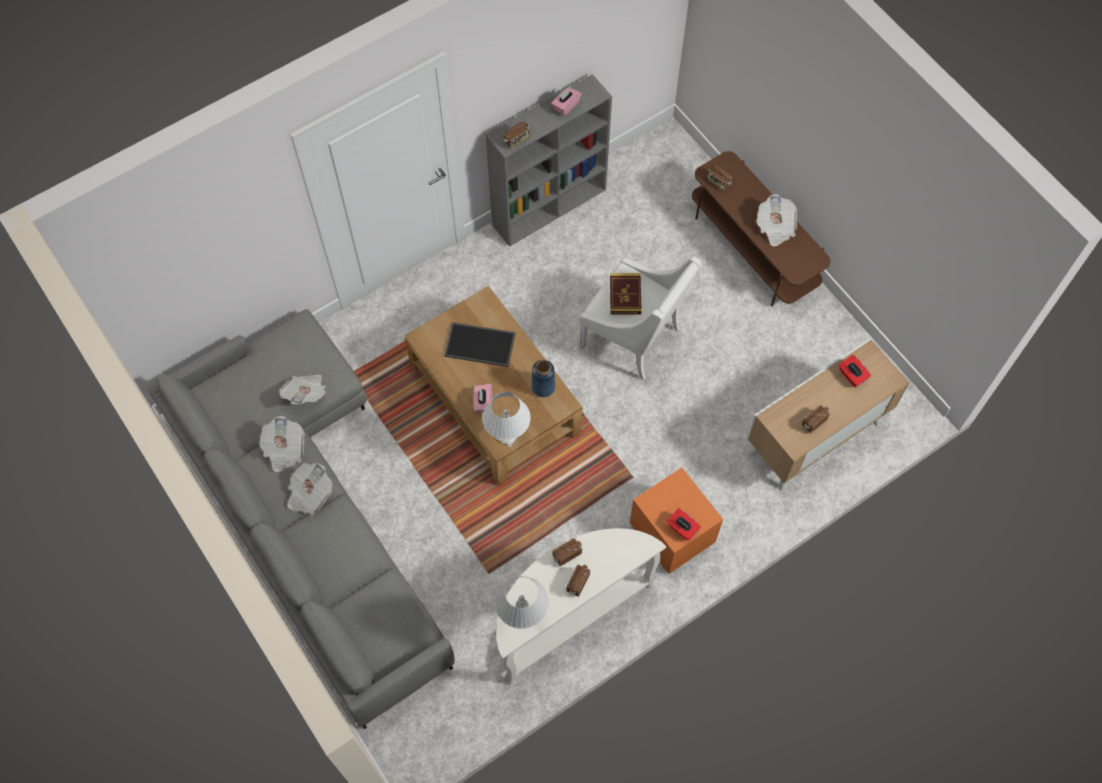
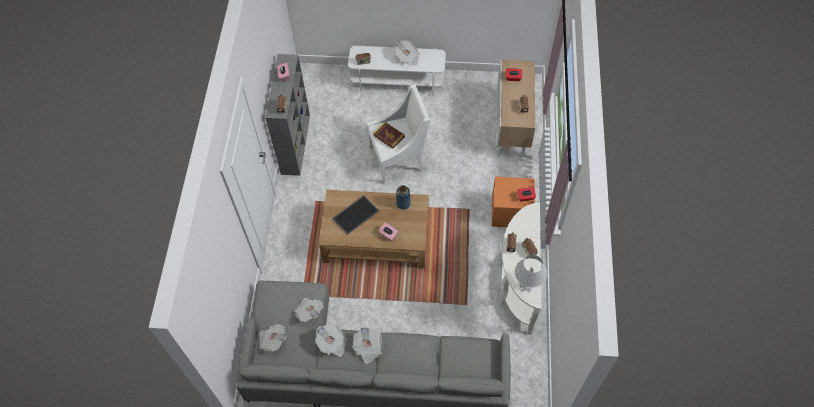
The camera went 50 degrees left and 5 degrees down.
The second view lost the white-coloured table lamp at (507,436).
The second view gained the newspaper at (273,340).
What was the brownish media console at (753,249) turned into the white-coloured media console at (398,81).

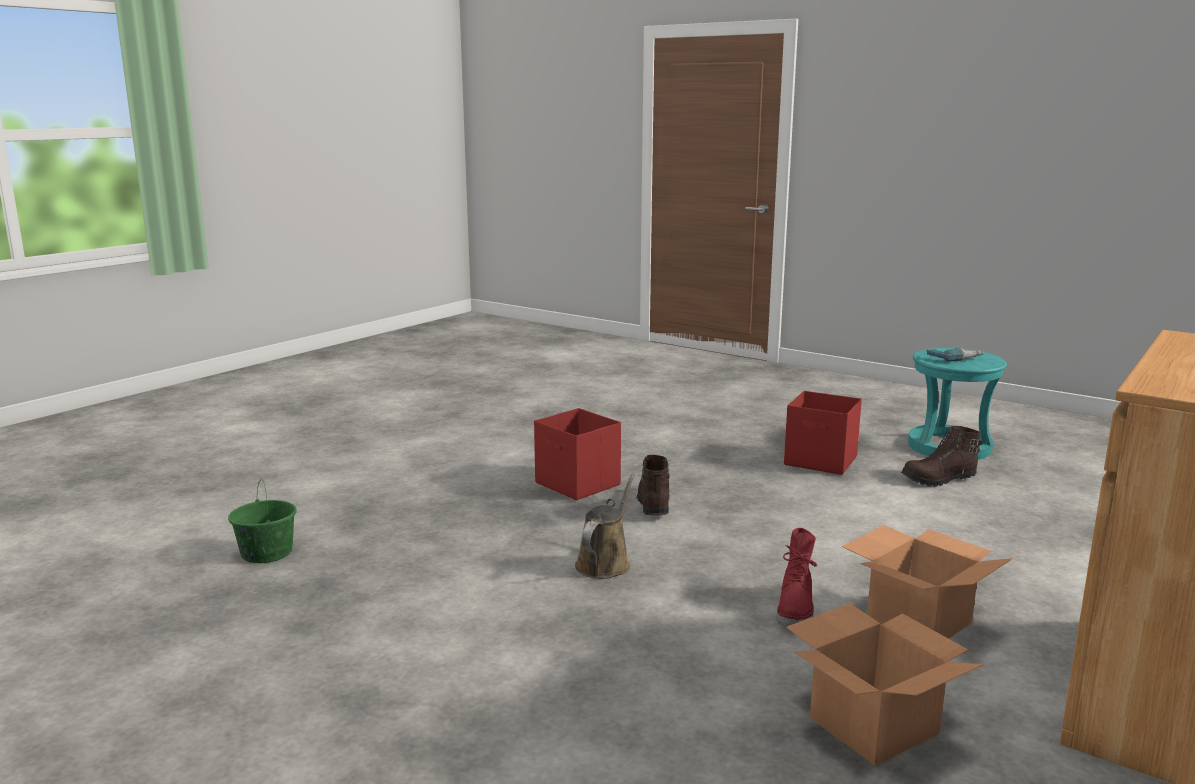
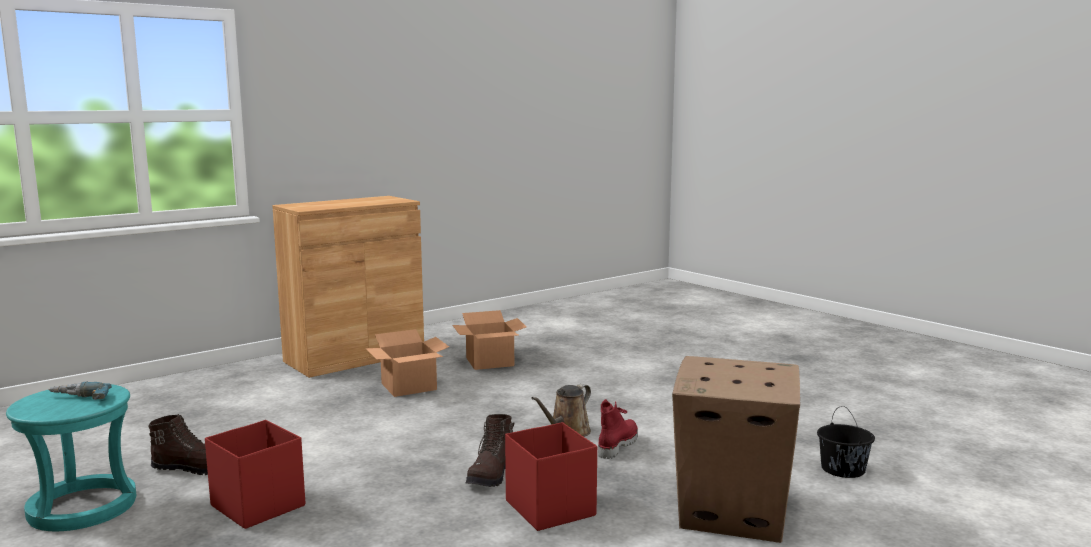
The camera went 165 degrees left and 5 degrees down.
The second view gained the packing box at (729,512).
The reddish boot ended up elsewhere, having gone from (796,610) to (616,445).
What was the green-coloured water bucket at (267,552) turned into the blackish water bucket at (843,469).

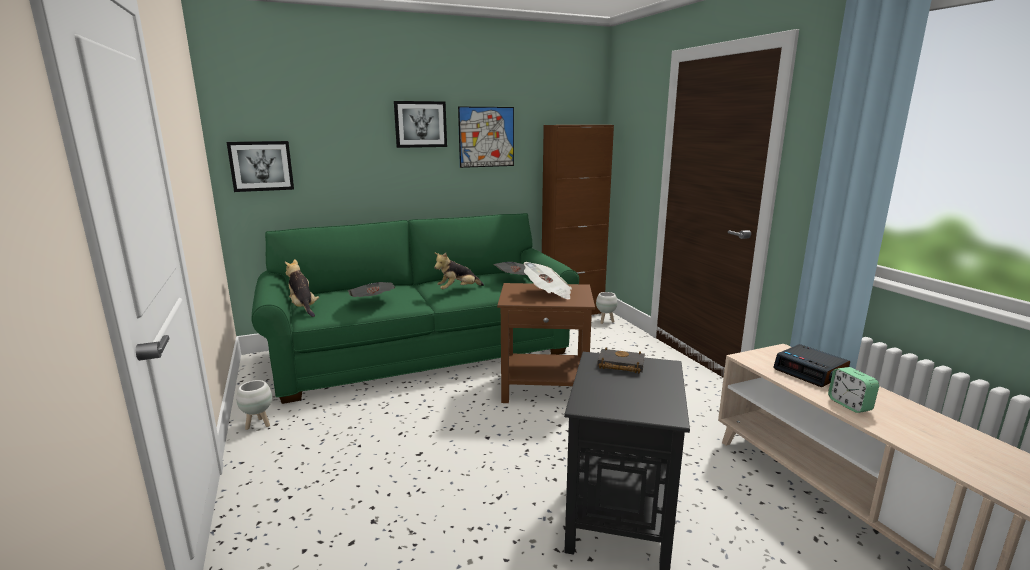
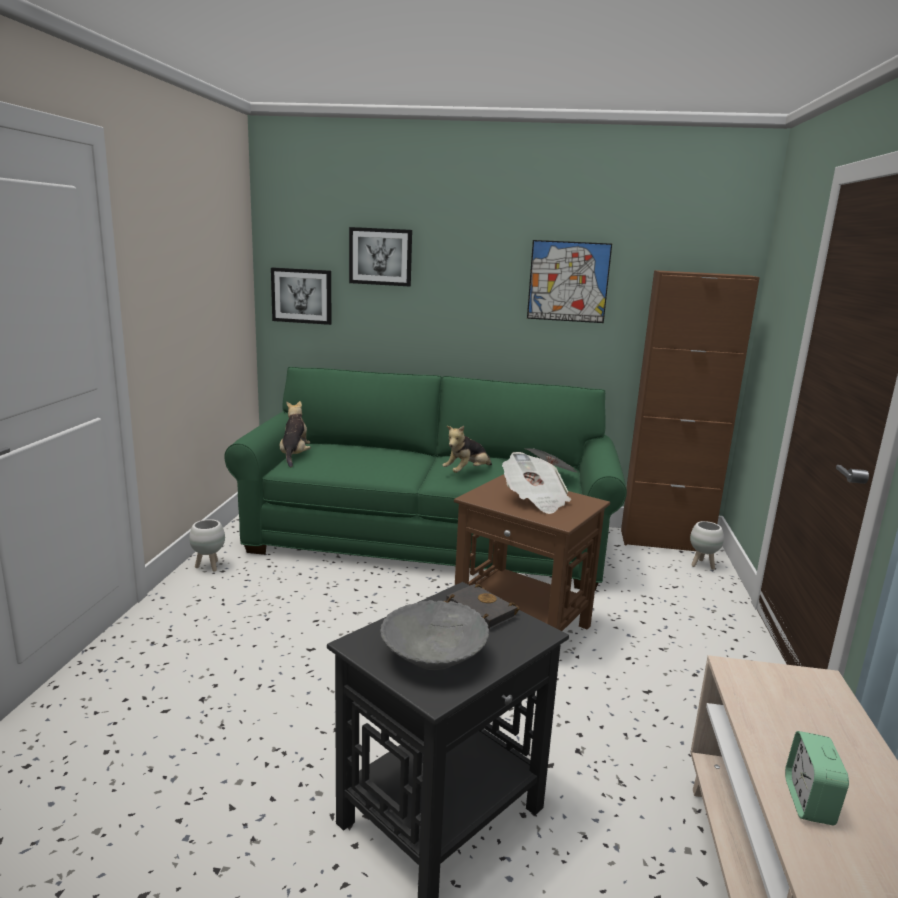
The camera went 30 degrees right and 0 degrees up.
The second view lost the newspaper at (372,302).
The second view lost the alarm clock at (811,372).
The second view gained the grey serving bowl at (434,656).
The picture ended up elsewhere, having gone from (420,124) to (380,256).
The soft toy at (458,290) ended up facing another way, 45 degrees counterclockwise from before.

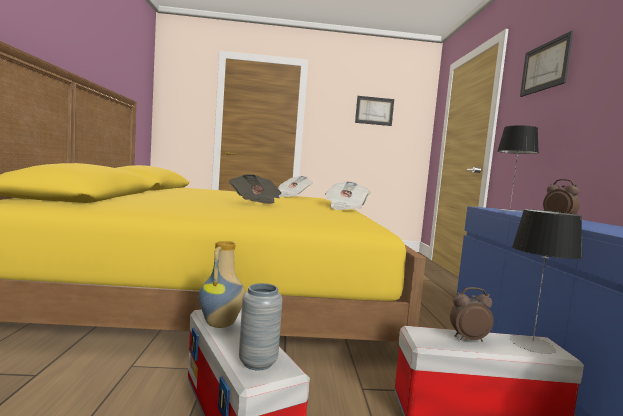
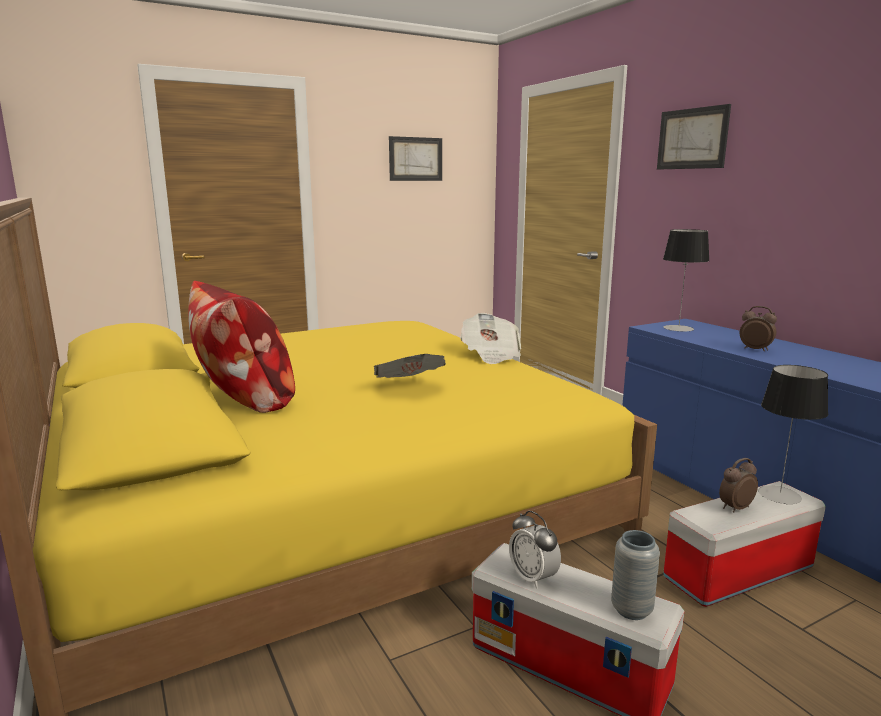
The camera went 25 degrees left and 10 degrees up.
The second view lost the newspaper at (291,197).
The second view gained the cushion at (244,399).
Where the flower vase stood at (221,324), the alarm clock came to stand at (533,578).

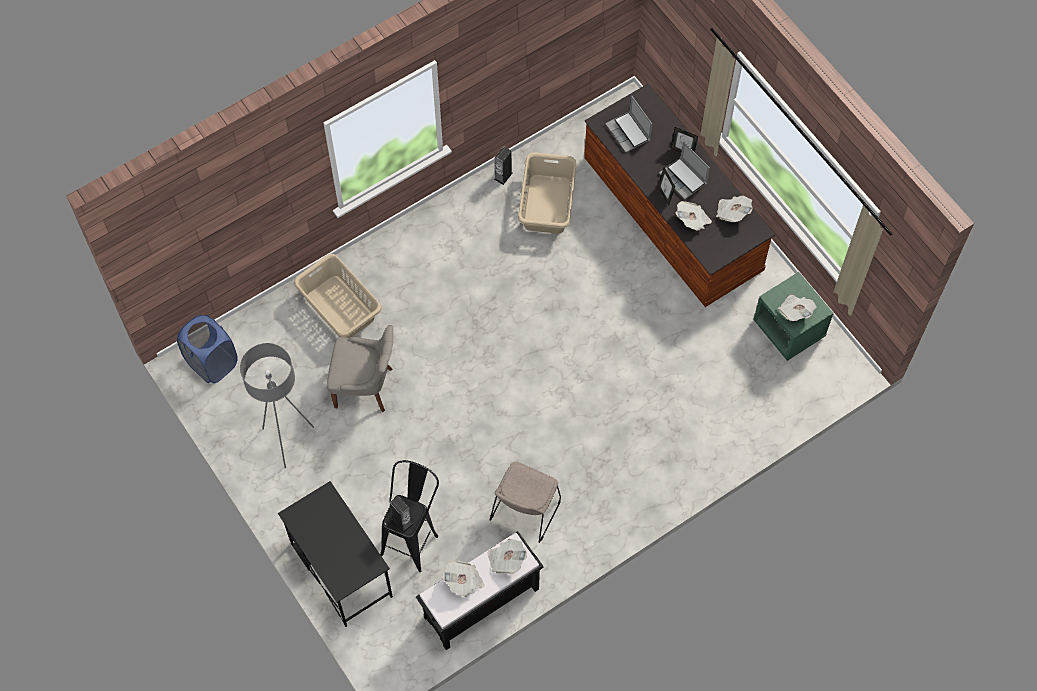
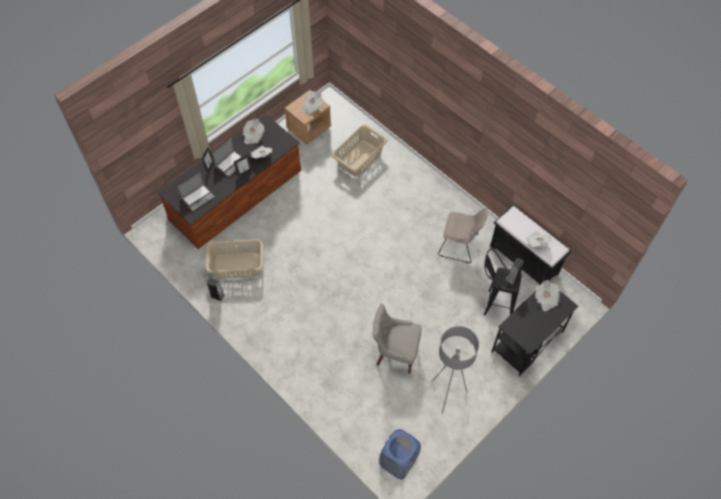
The camera went 100 degrees left and 5 degrees down.
The sand-coloured laundry basket ended up elsewhere, having gone from (340,307) to (359,158).
The newspaper ended up elsewhere, having gone from (506,560) to (546,299).
What was the green-coloured nightstand at (789,329) turned into the brownish nightstand at (309,128).
The grey plain chair at (365,387) ended up facing another way, 75 degrees counterclockwise from before.

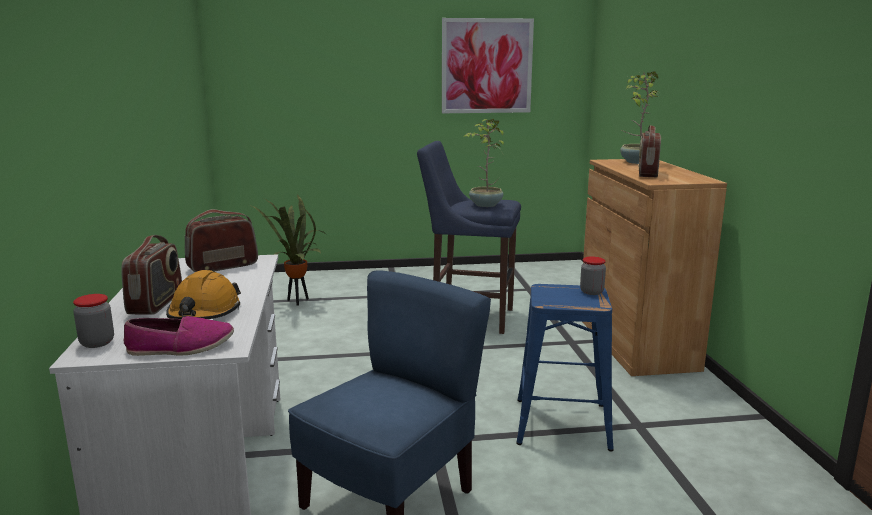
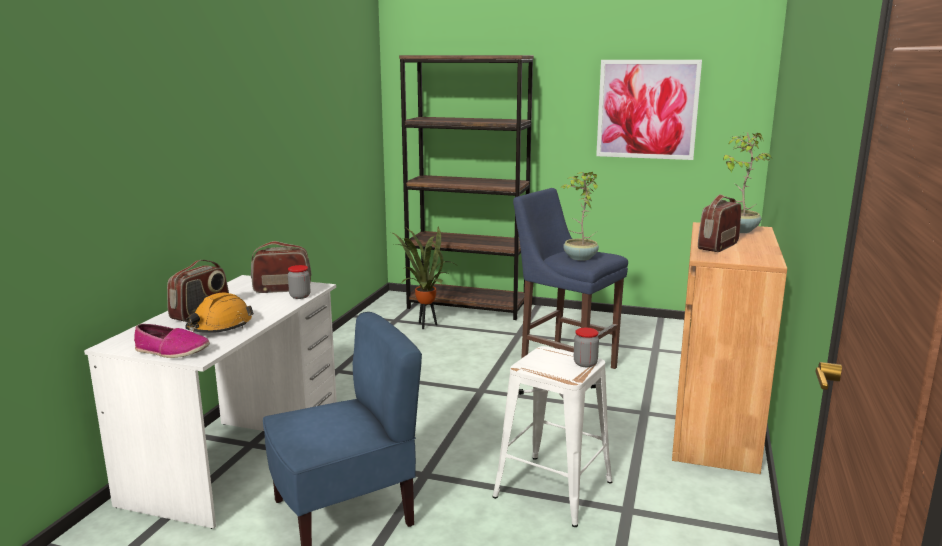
The camera went 25 degrees right and 0 degrees up.
The second view gained the brownish shelving unit at (467,306).
The jar ended up elsewhere, having gone from (97,343) to (300,296).
What was the blue stool seat at (562,422) turned into the white-coloured stool seat at (554,488).

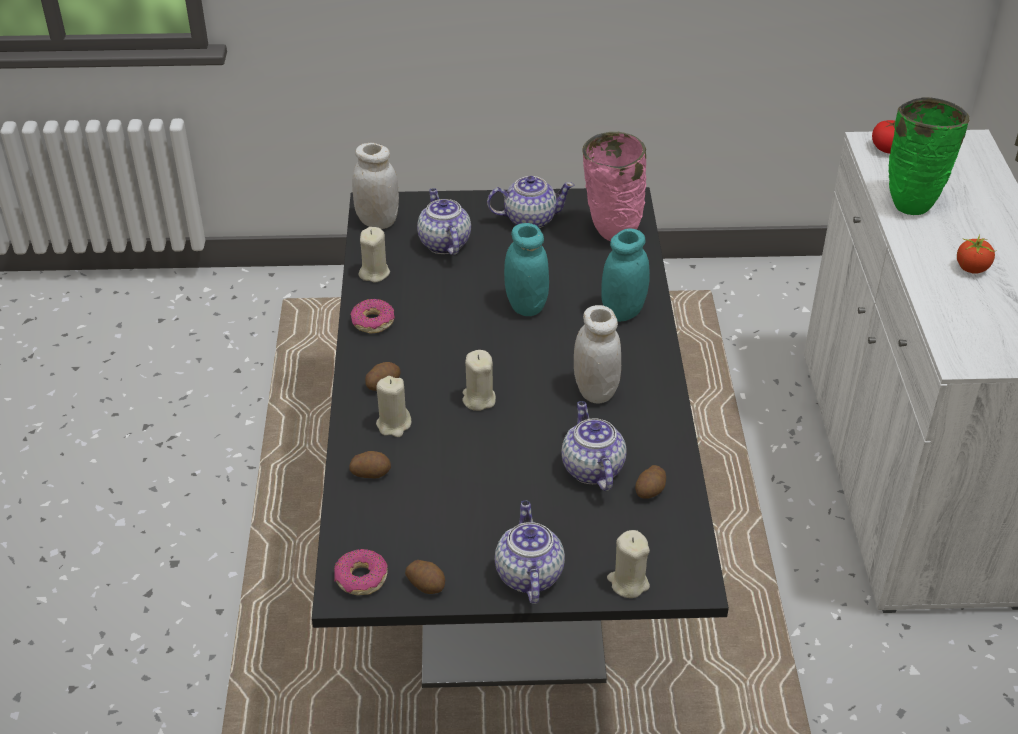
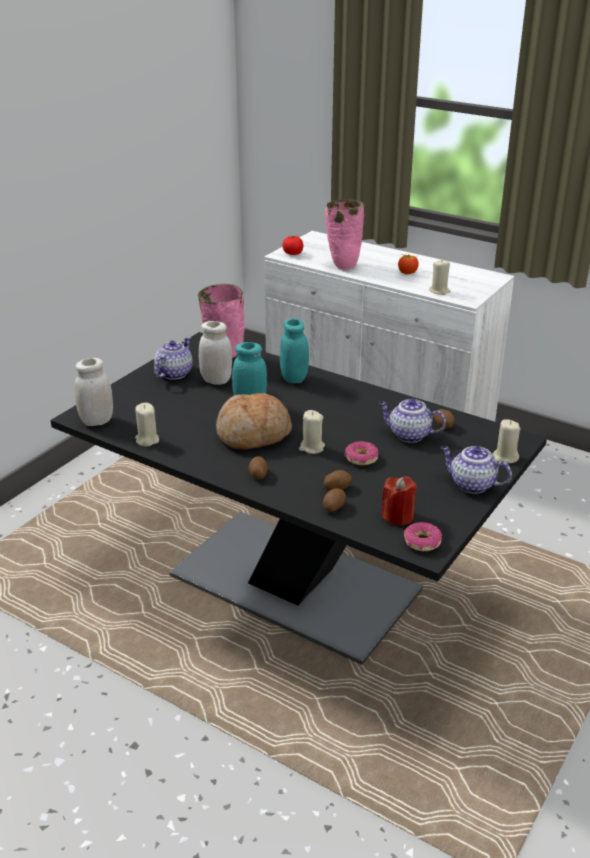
The camera went 55 degrees left and 10 degrees down.
The second view lost the teapot at (443,243).
The second view gained the bakery bread at (253,434).
The second view gained the reddish candle at (398,516).
The donut ended up elsewhere, having gone from (372,322) to (361,458).
The sand-coloured candle ended up elsewhere, having gone from (394,424) to (439,291).
The potato ended up elsewhere, having gone from (427,584) to (337,487).
The white-coloured jar ended up elsewhere, having gone from (595,391) to (216,380).
What was the green-coloured flower vase at (913,204) turned into the pink flower vase at (343,265).

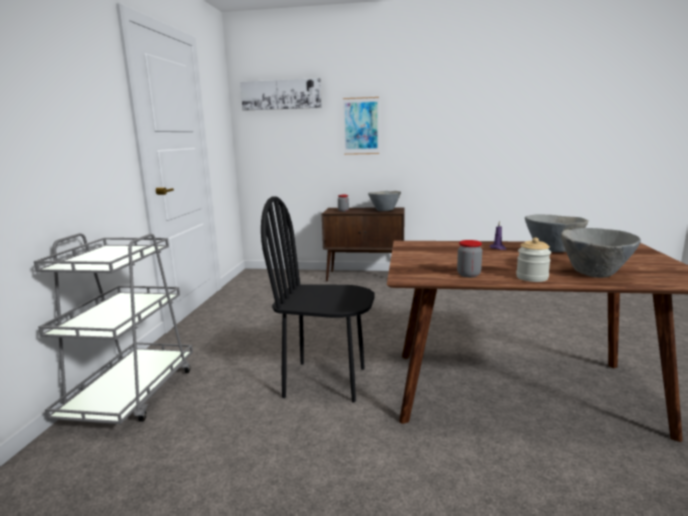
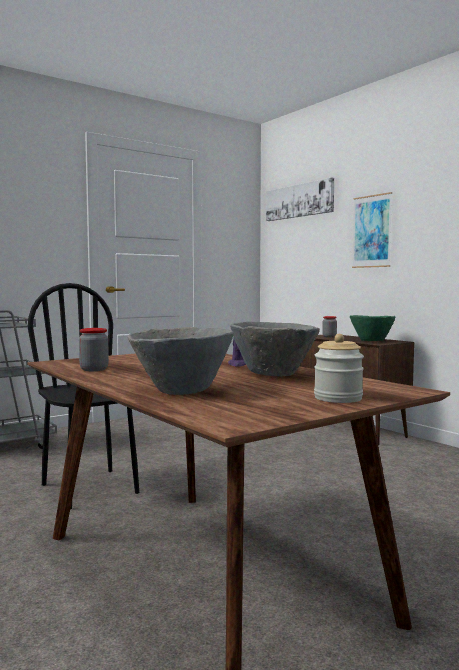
The camera went 45 degrees right and 10 degrees down.
The jar ended up elsewhere, having gone from (532,277) to (338,398).
What was the grey serving bowl at (384,210) turned into the green-coloured serving bowl at (371,341).

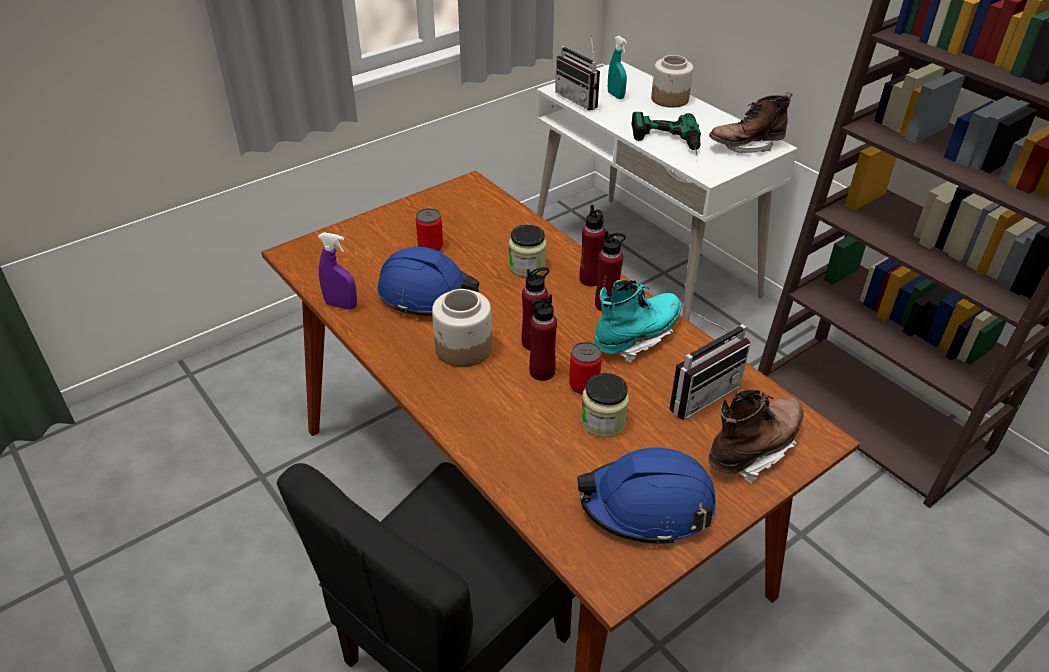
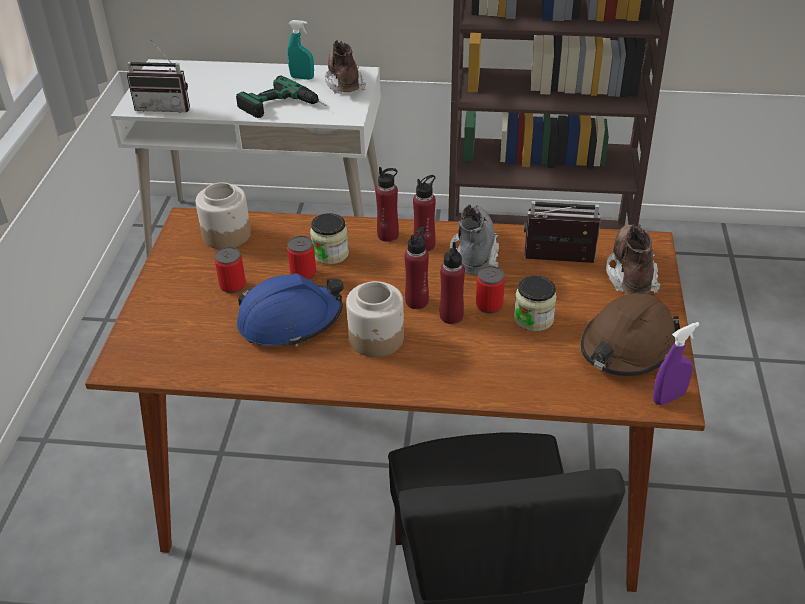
The camera went 45 degrees left and 0 degrees up.
The second view gained the can at (303,274).
The purple hand sprayer ended up elsewhere, having gone from (341,305) to (668,397).
The turquoise-coloured hand sprayer ended up elsewhere, having gone from (615,95) to (302,78).
The jar ended up elsewhere, having gone from (670,99) to (227,234).
What was the blue safety helmet at (647,505) turned into the brownish safety helmet at (627,347).
What was the turquoise-coloured boot at (636,337) turned into the grey boot at (474,254).
The radio set at (698,393) ended up facing another way, 90 degrees counterclockwise from before.
The brownish boot at (745,146) ended up facing another way, 135 degrees clockwise from before.

